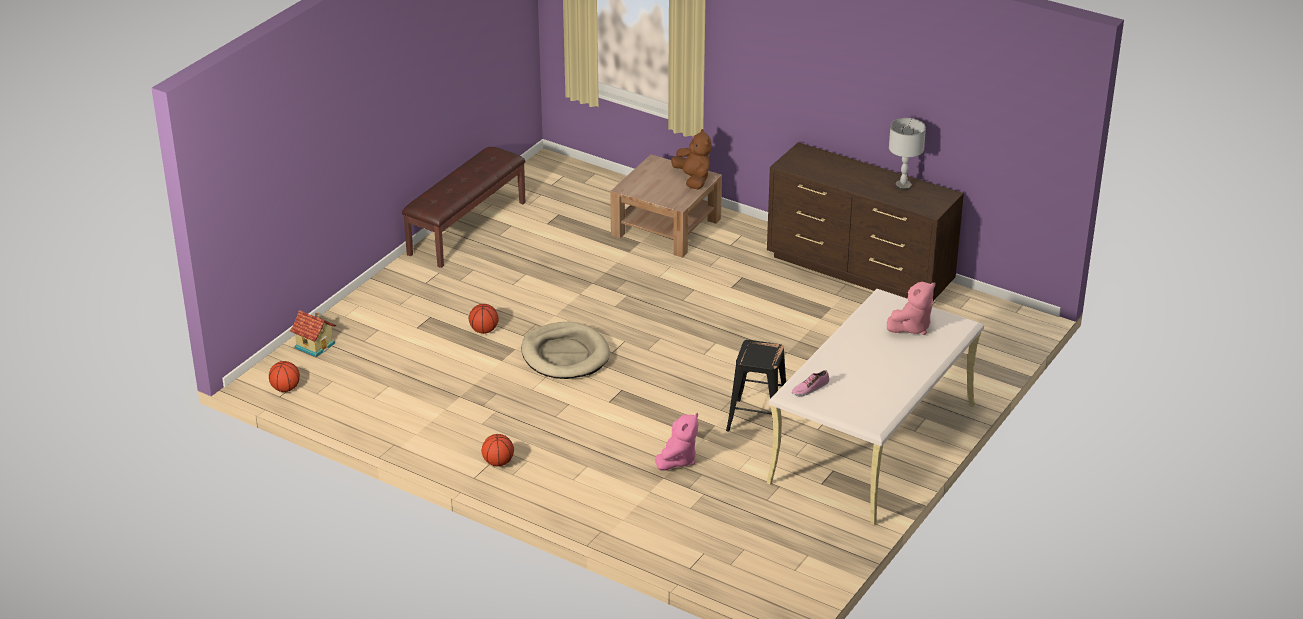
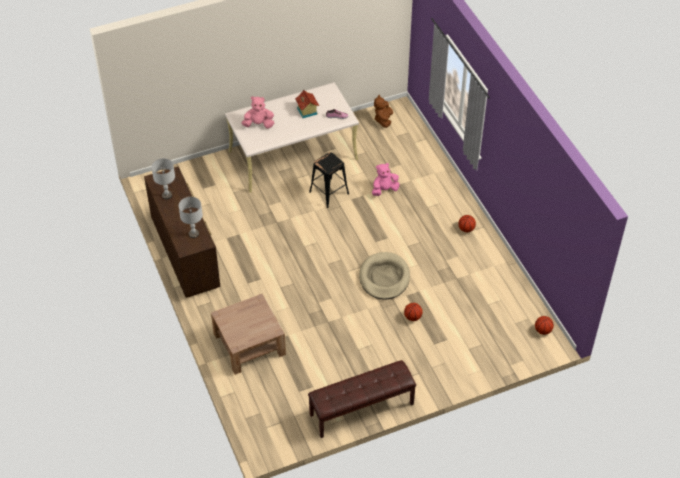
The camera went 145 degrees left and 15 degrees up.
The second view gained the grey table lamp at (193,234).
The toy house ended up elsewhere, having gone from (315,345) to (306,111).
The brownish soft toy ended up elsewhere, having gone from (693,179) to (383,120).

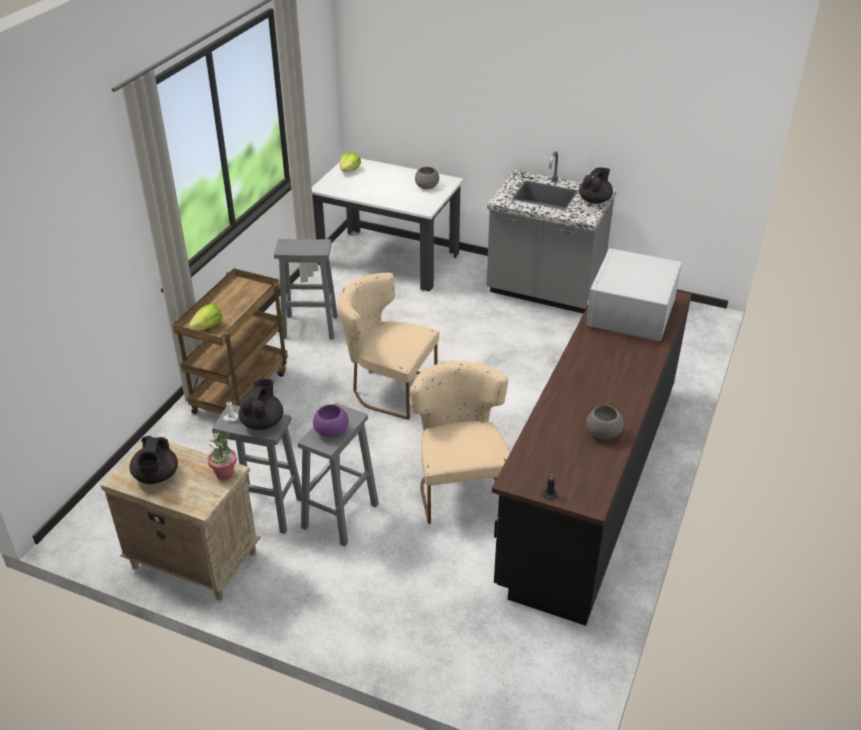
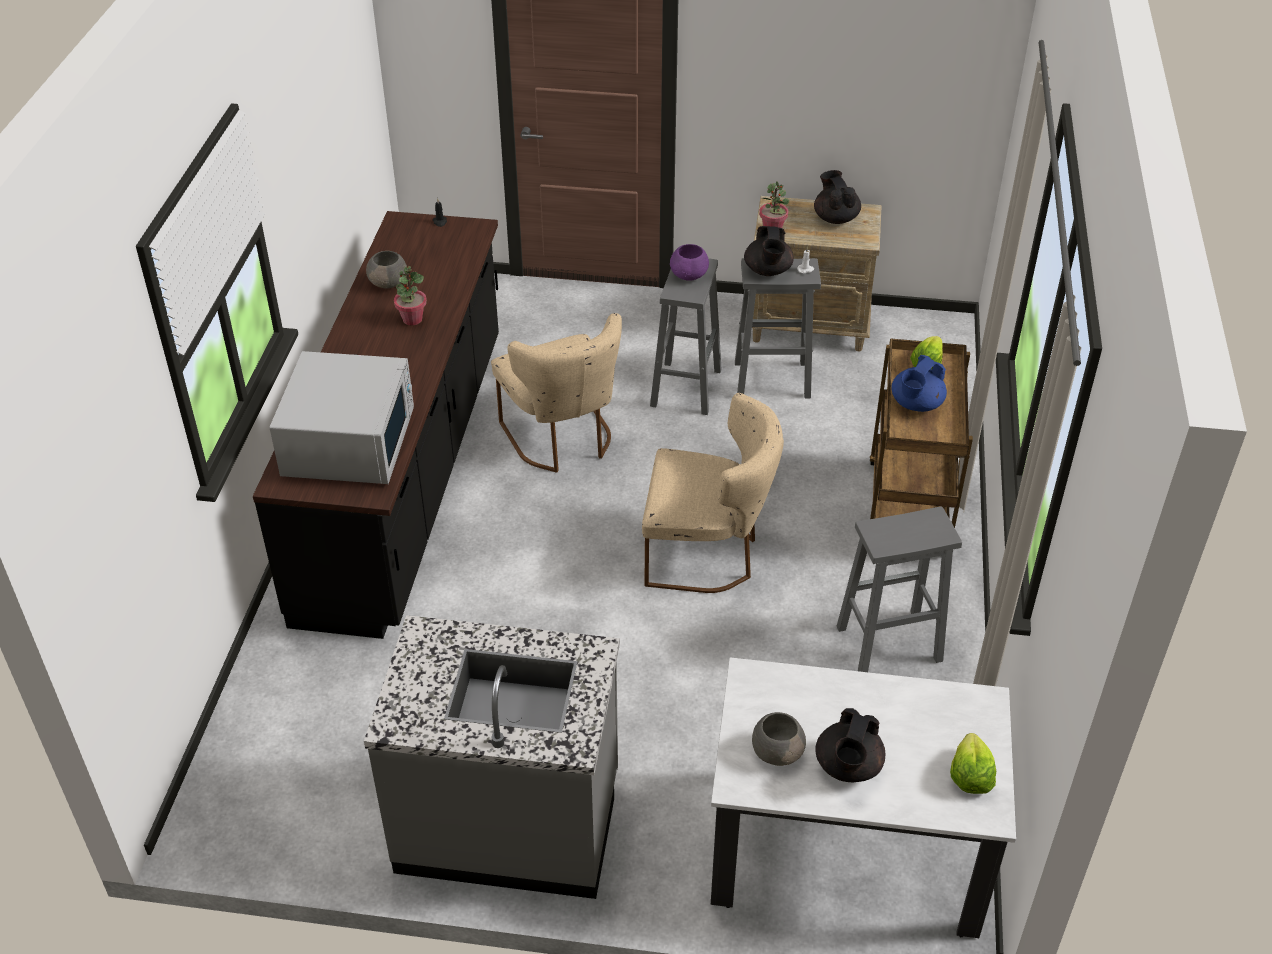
The camera went 165 degrees right and 5 degrees up.
The second view gained the houseplant at (412,319).
The second view gained the blue teapot at (916,404).
The blackish teapot ended up elsewhere, having gone from (595,200) to (848,767).

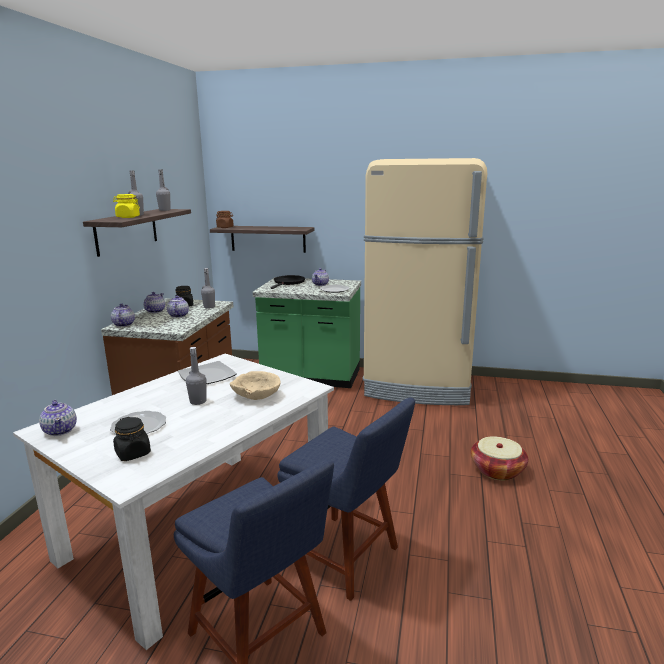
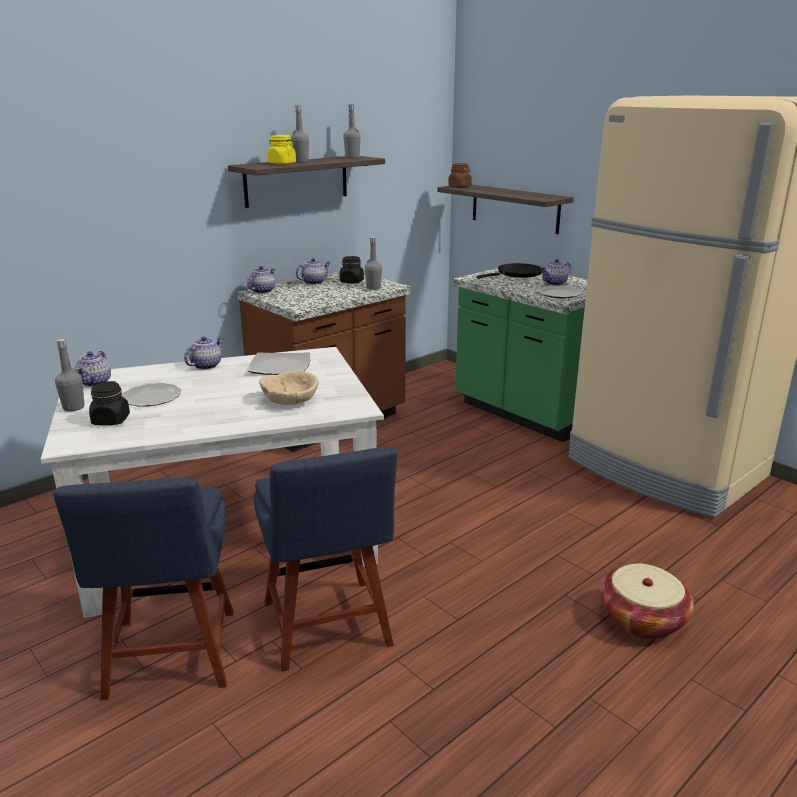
The camera went 35 degrees right and 5 degrees up.
The teapot ended up elsewhere, having gone from (178,315) to (206,365).
The grey drink bottle ended up elsewhere, having gone from (198,401) to (73,407).

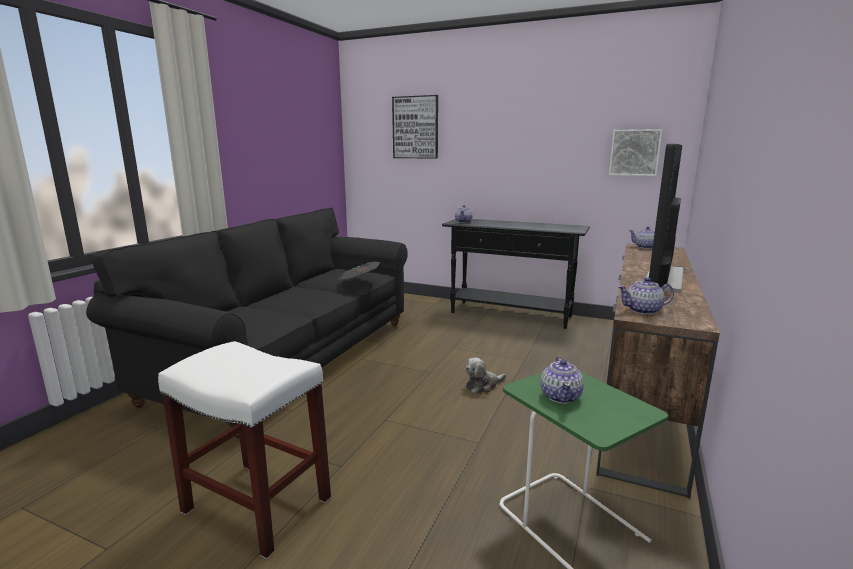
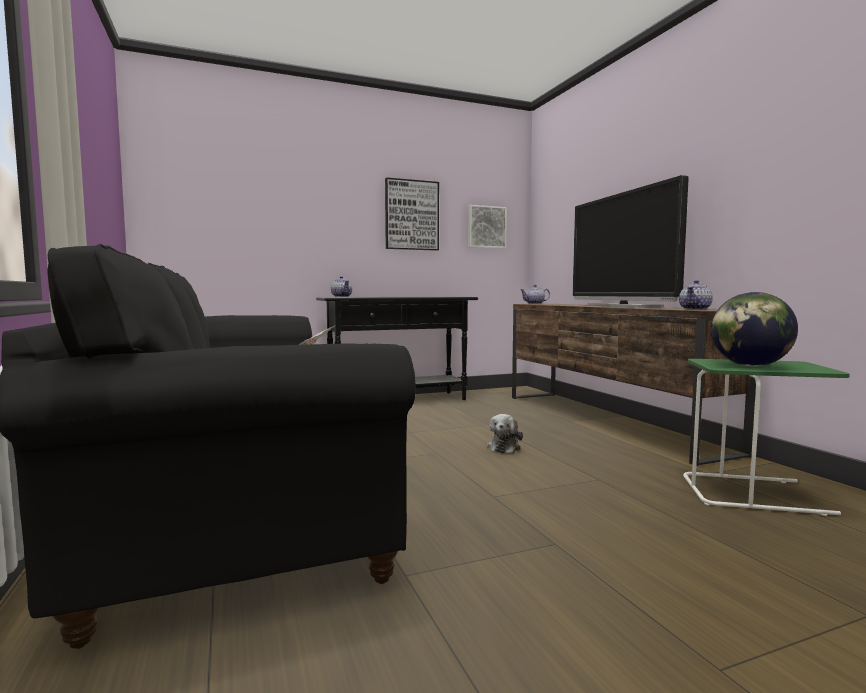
The camera went 45 degrees left and 10 degrees down.
The second view lost the white-coloured stool seat at (259,505).
The picture ended up elsewhere, having gone from (415,127) to (411,215).
Where the teapot stood at (561,396), the globe came to stand at (750,366).

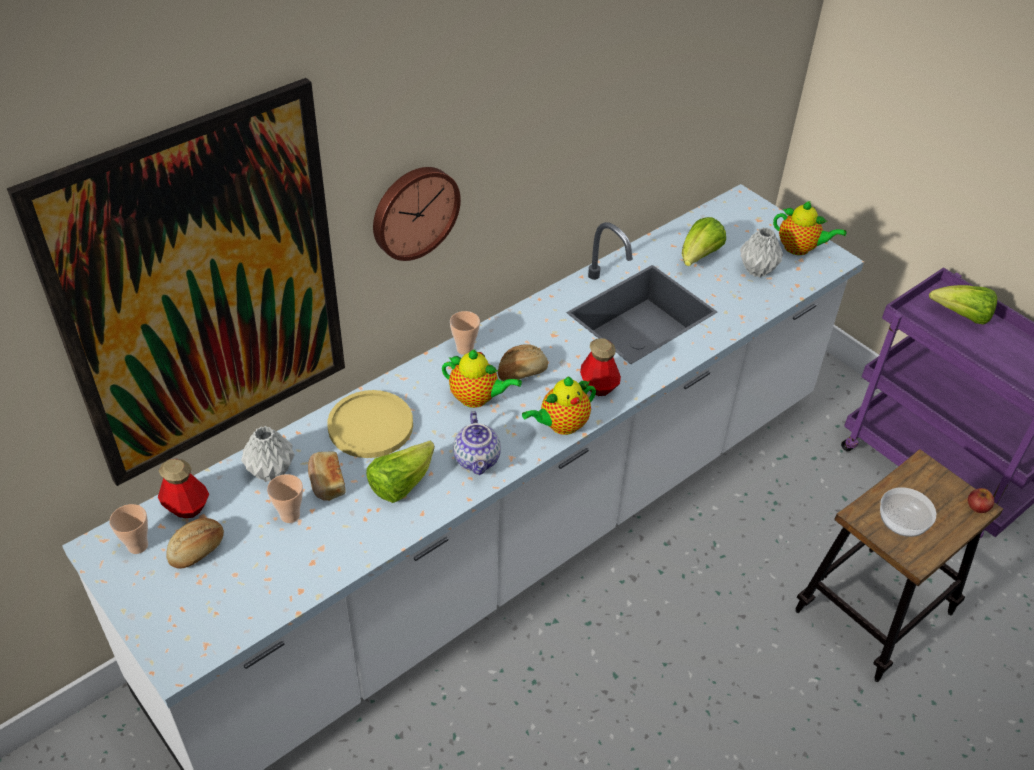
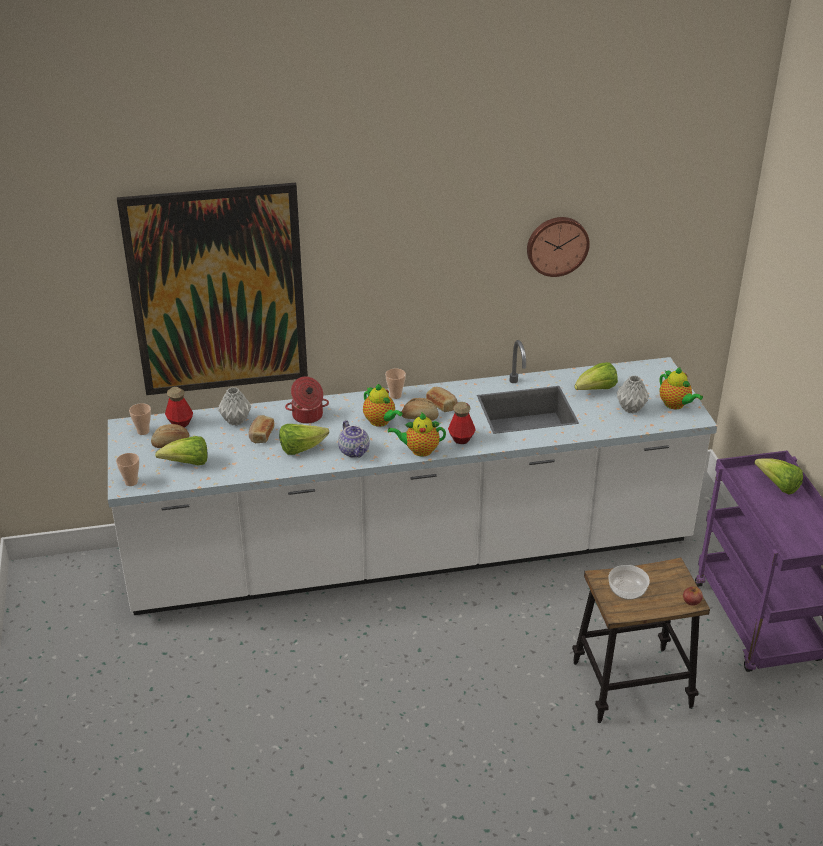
The camera went 30 degrees right and 10 degrees down.
The second view gained the lettuce at (187,464).
The second view gained the bakery bread at (442,405).
The drinking cup ended up elsewhere, having gone from (290,515) to (131,482).
The hanging clock ended up elsewhere, having gone from (413,211) to (557,245).
Where the yellowish dinner plate stood at (370,425), the stockpot came to stand at (307,416).
The teapot at (478,460) ended up facing another way, 45 degrees counterclockwise from before.

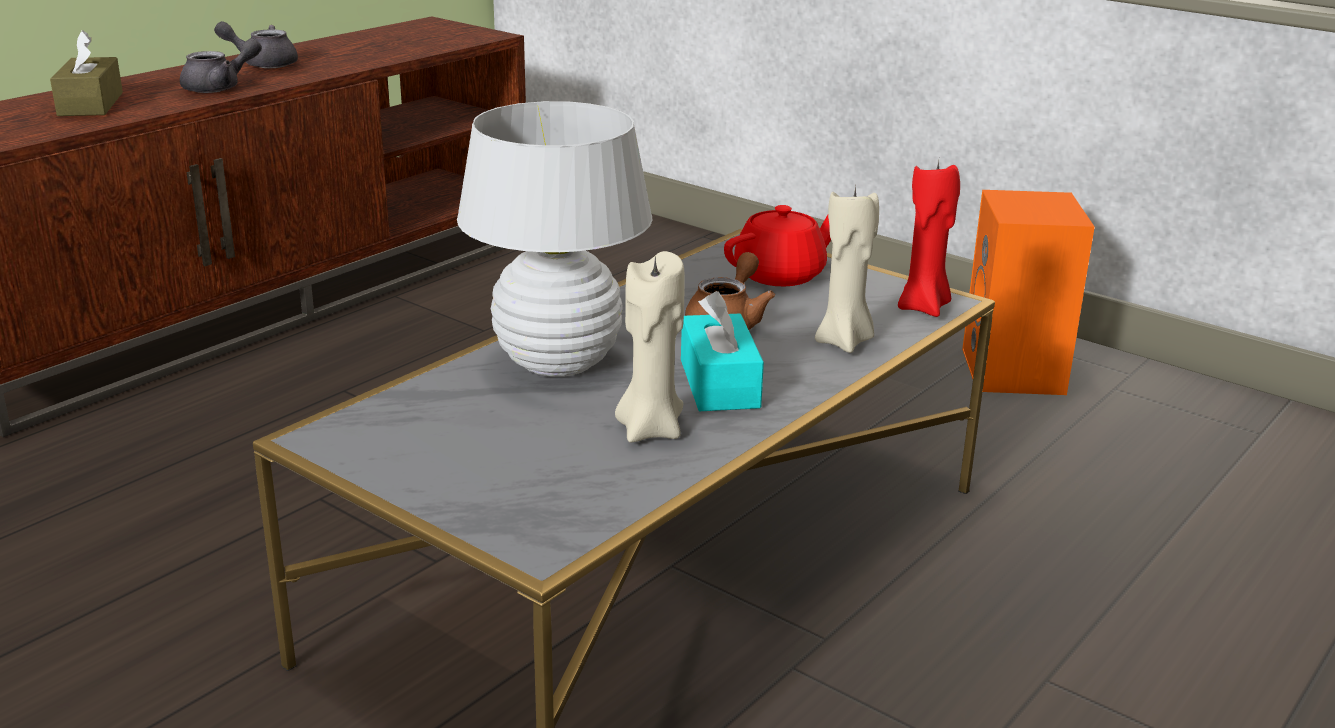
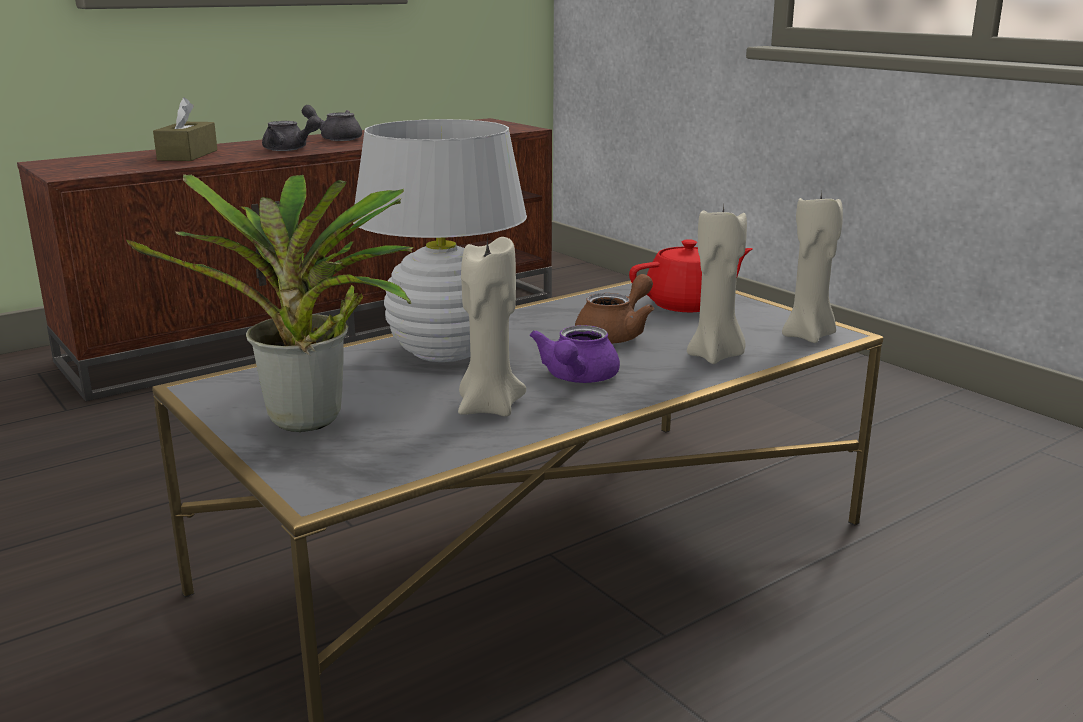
The camera went 15 degrees right and 5 degrees down.
The second view lost the orangey loudspeaker at (1016,372).
The second view gained the houseplant at (308,425).
Where the turquoise-coloured tissue holder stood at (719,383), the purple teapot came to stand at (577,378).
What was the reddish candle at (924,307) turned into the sand-coloured candle at (809,336).
The grey teapot at (220,87) ended up facing another way, 45 degrees clockwise from before.

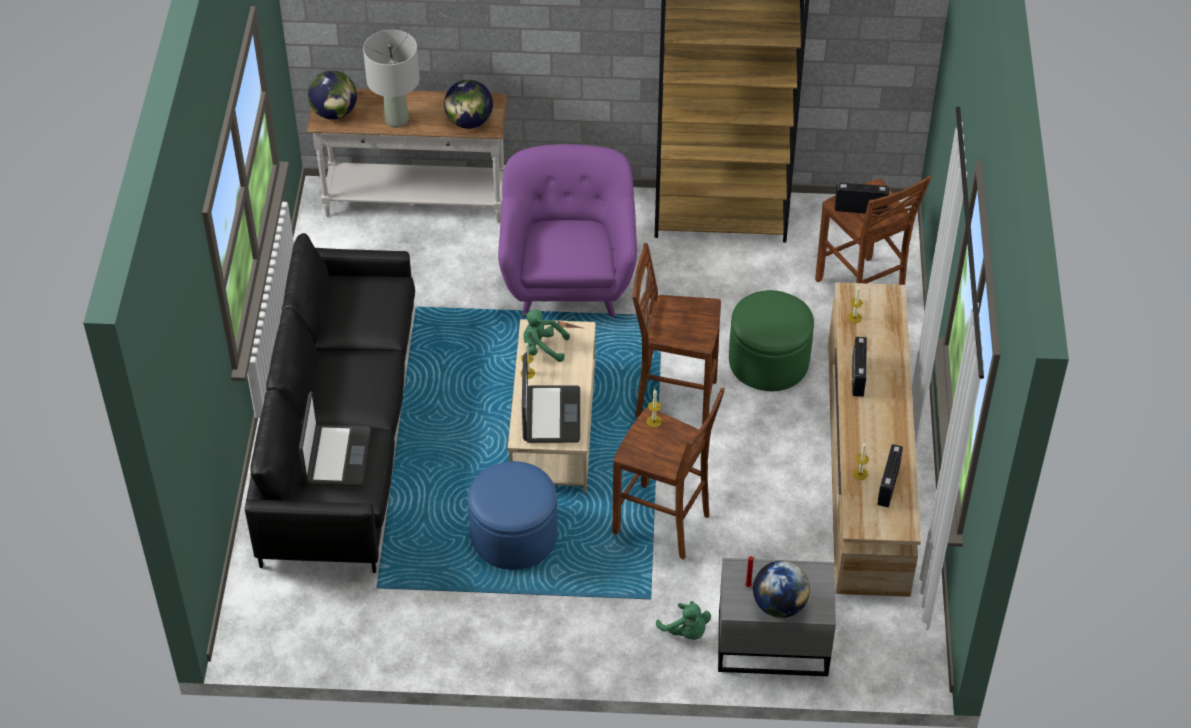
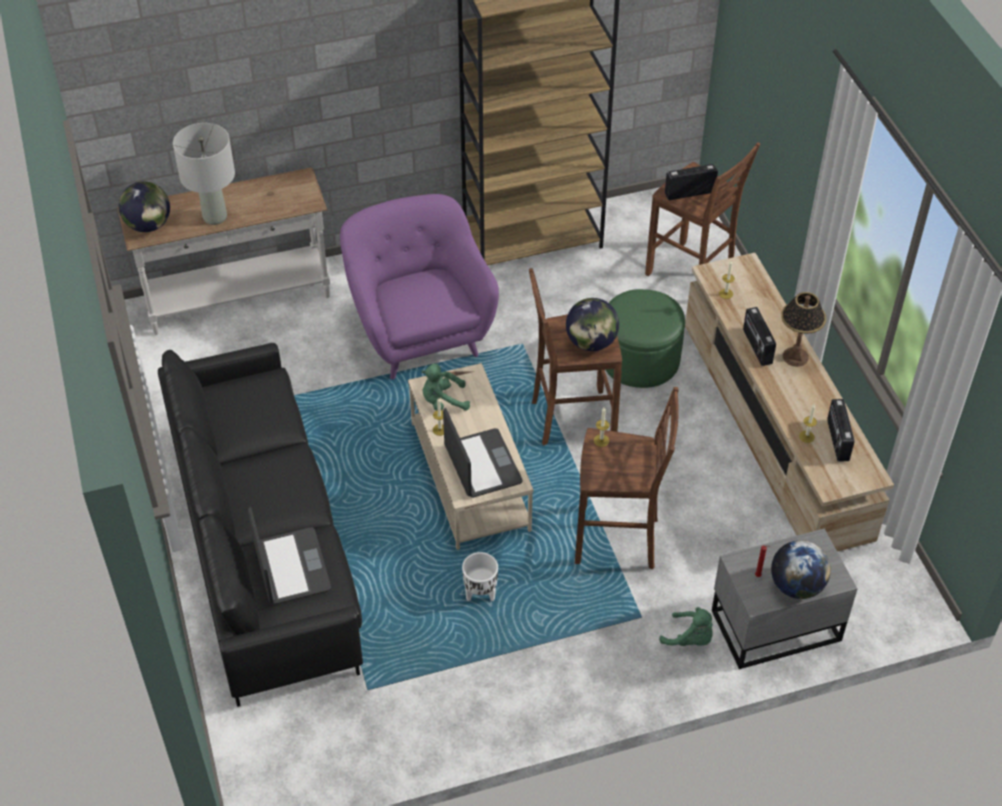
The camera went 20 degrees left and 0 degrees up.
The second view gained the table lamp at (795,356).
The globe ended up elsewhere, having gone from (469,122) to (591,343).
Where the blue footrest stood at (514,535), the white-coloured plant pot came to stand at (481,594).

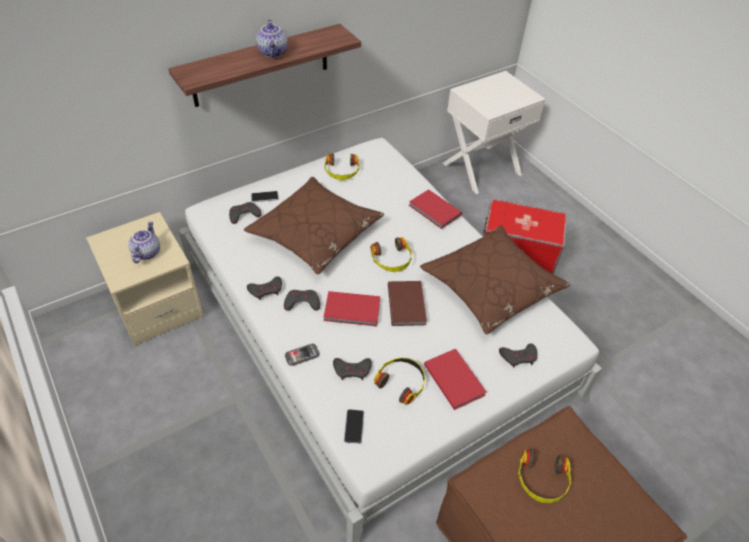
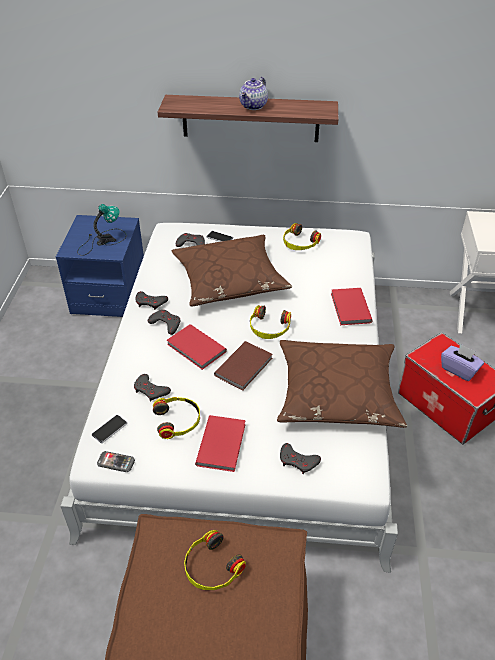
The camera went 40 degrees right and 5 degrees down.
The second view gained the purple tissue holder at (459,369).
The handset ended up elsewhere, having gone from (302,355) to (116,462).
Where the teapot stood at (146,252), the table lamp came to stand at (102,241).
What was the sand-coloured nightstand at (156,304) turned into the blue nightstand at (109,294).

